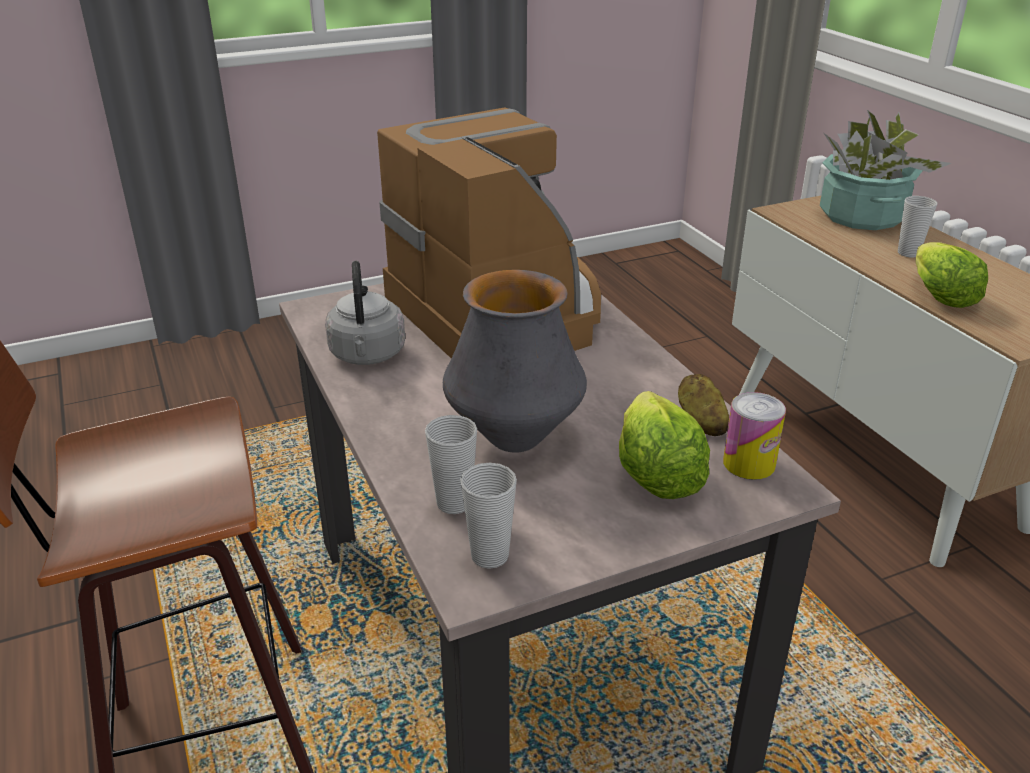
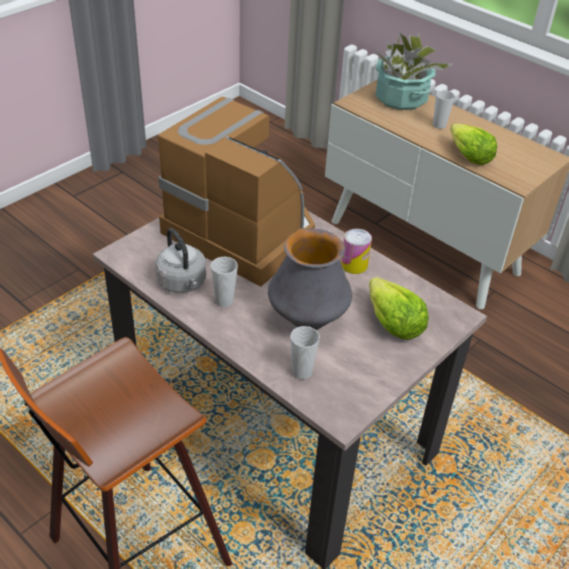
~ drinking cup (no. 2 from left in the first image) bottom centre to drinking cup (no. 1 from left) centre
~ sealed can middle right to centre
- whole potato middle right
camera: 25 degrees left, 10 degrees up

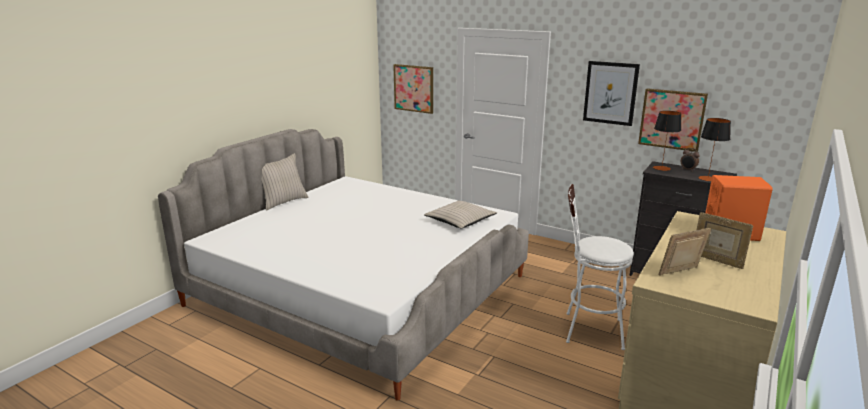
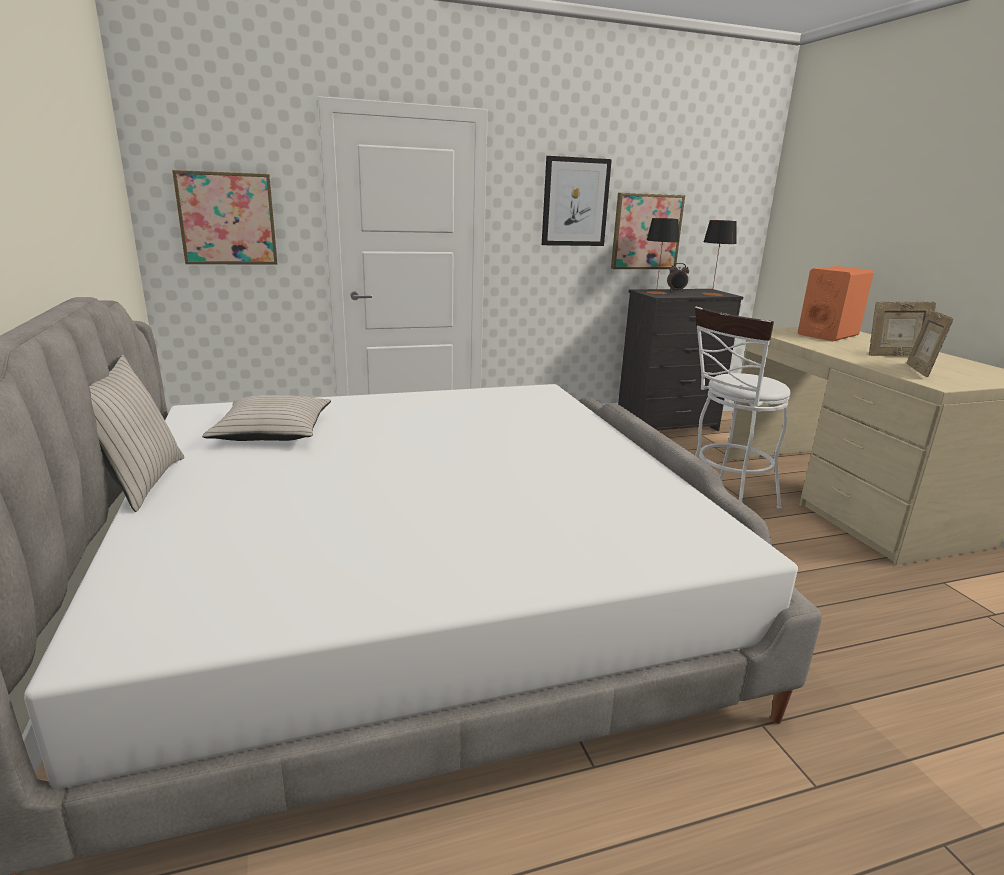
~ beige-coloured pillow (no. 2 from left) centre to middle left
camera: 50 degrees left, 0 degrees up

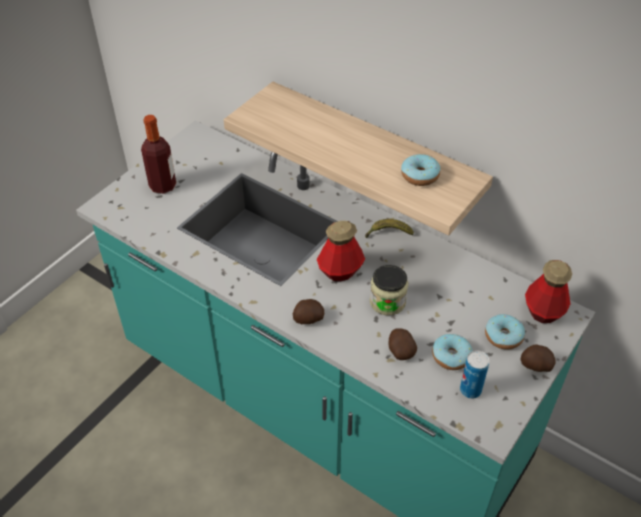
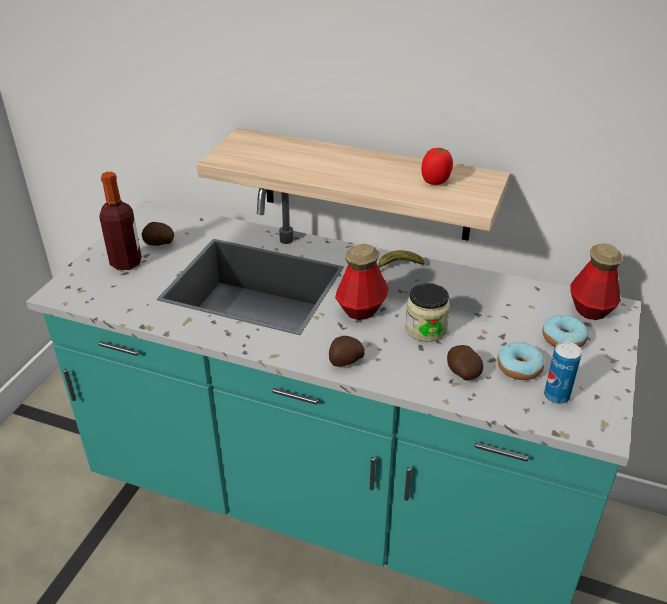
~ whole potato (no. 3 from left in the first image) bottom right to whole potato (no. 1 from left) middle left
~ donut (no. 1 from left) top centre to whole tomato top centre
camera: 15 degrees left, 10 degrees down

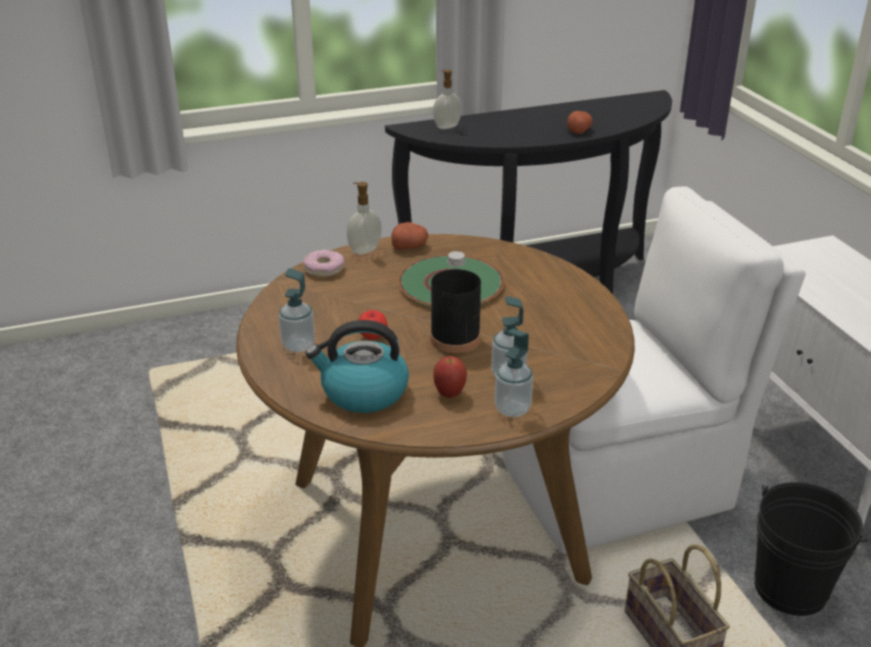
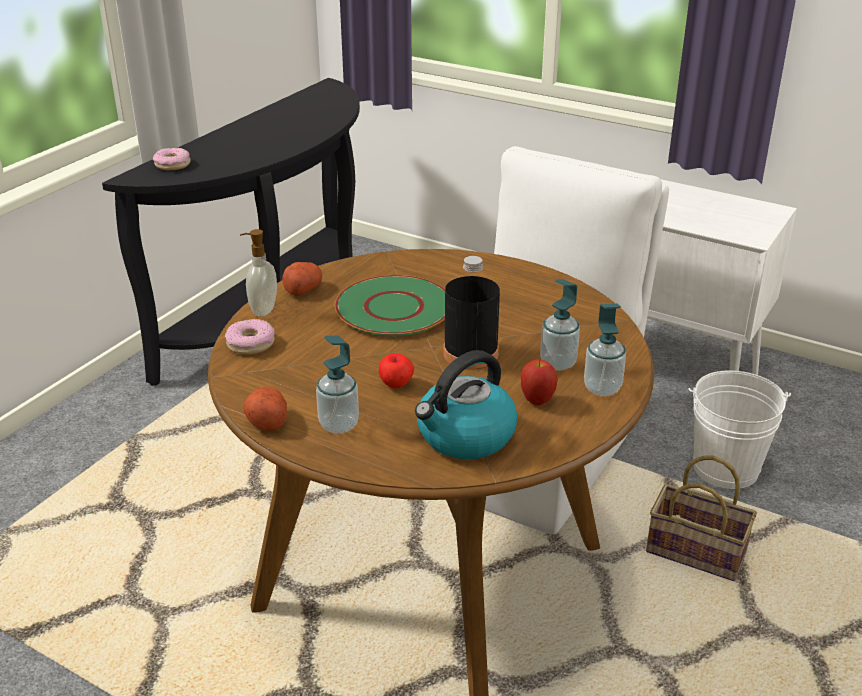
~ soap bottle (no. 3 from left) top centre to donut (no. 1 from left) top left
~ whole potato (no. 2 from left in the first image) top centre to whole potato (no. 1 from left) middle left
~ blackish water bucket bottom right to white-coloured water bucket middle right
camera: 40 degrees left, 0 degrees up

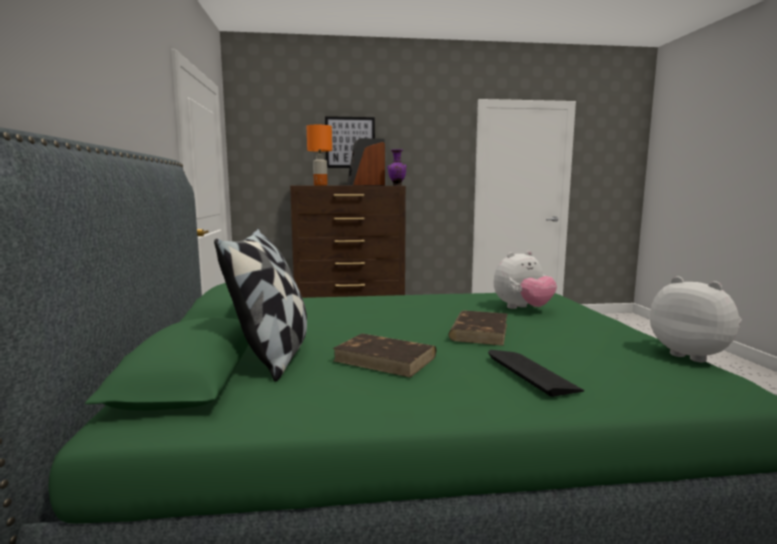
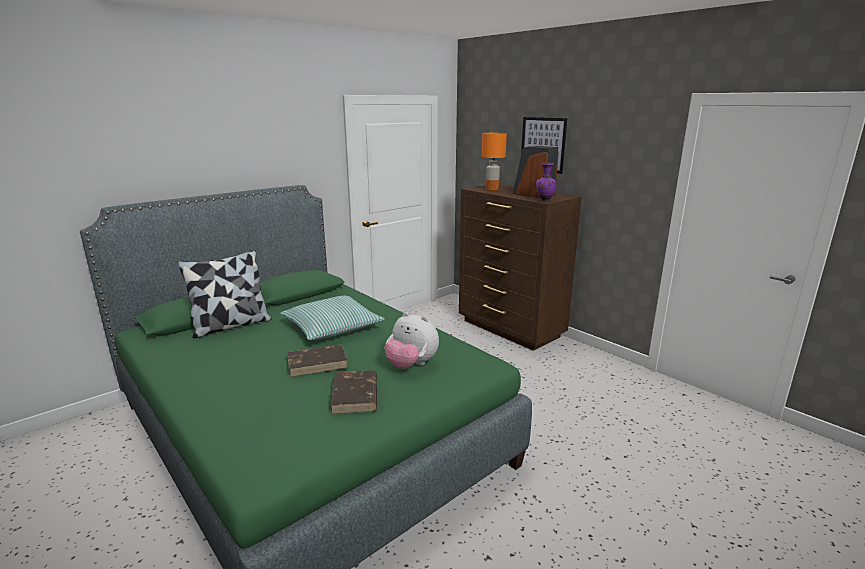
+ pillow (no. 2 from left) centre
~ brown volume (no. 1 from left in the first image) centre to brown volume (no. 2 from left) bottom centre
- keyboard bottom right
- soft toy (no. 2 from left) middle right
camera: 55 degrees right, 10 degrees up

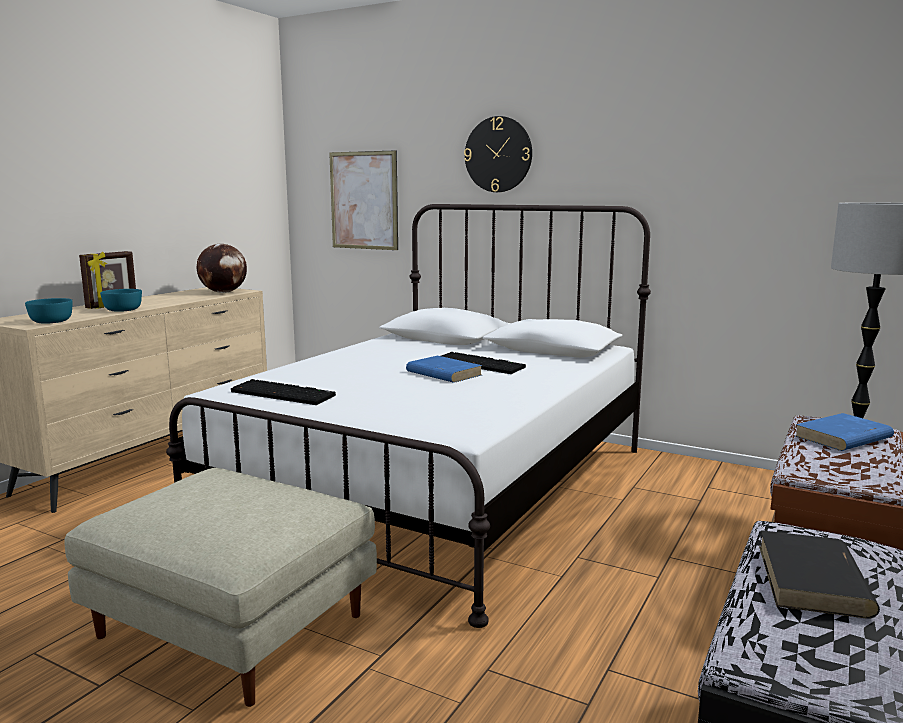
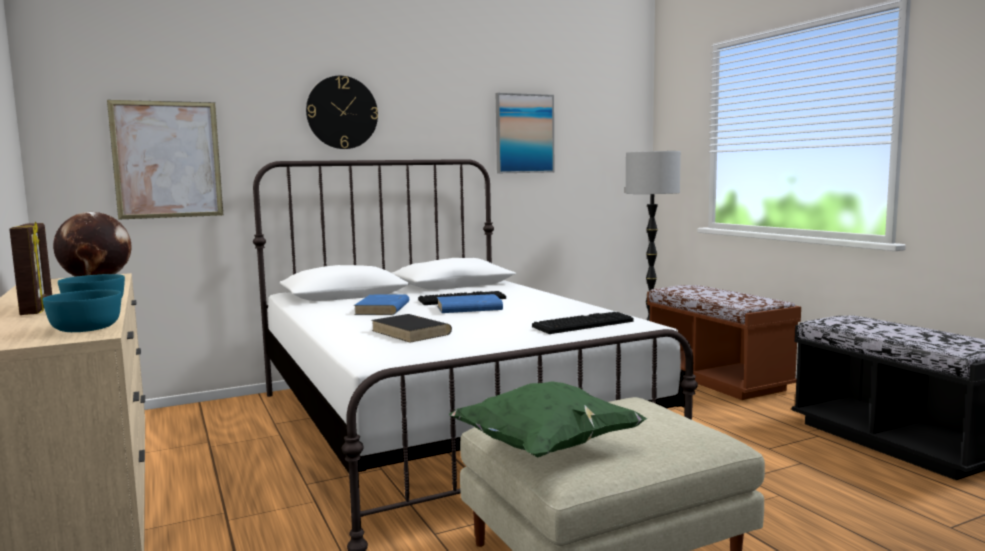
~ bluish volume (no. 2 from left in the first image) middle right to bluish volume (no. 1 from left) centre
~ blackish volume bottom right to centre
+ green pillow bottom centre
+ wall picture (no. 2 from left) top centre
~ keyboard (no. 1 from left in the first image) middle left to keyboard (no. 2 from left) centre
camera: 55 degrees left, 5 degrees down

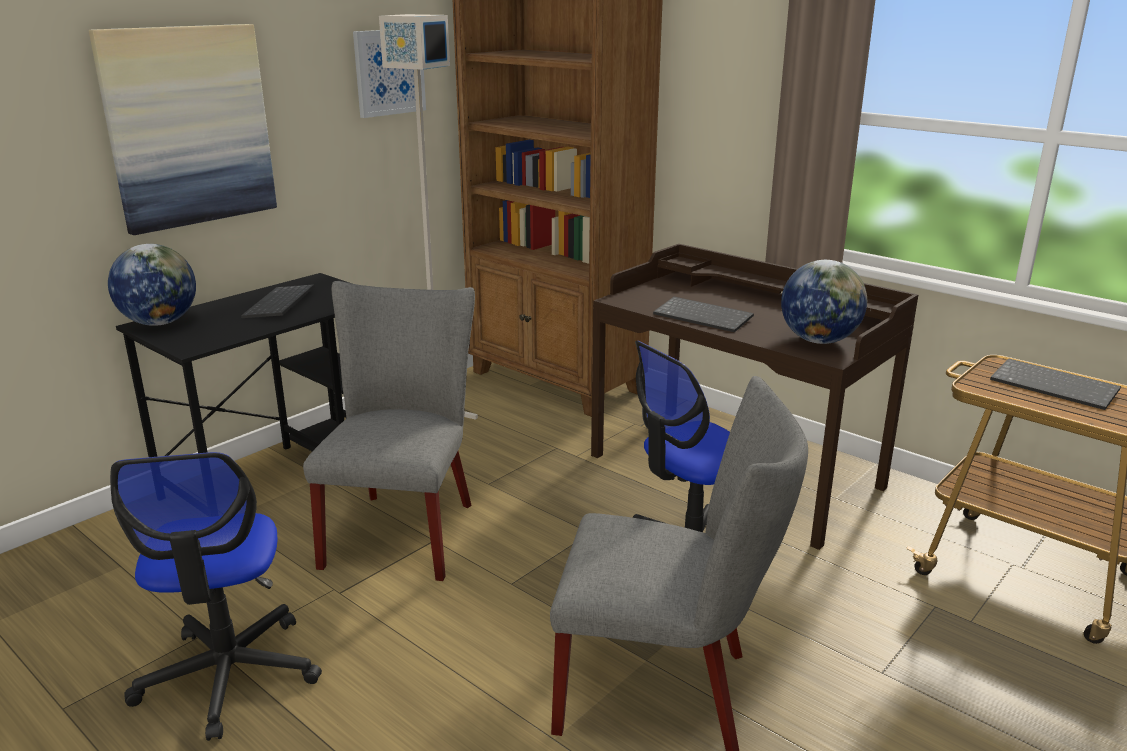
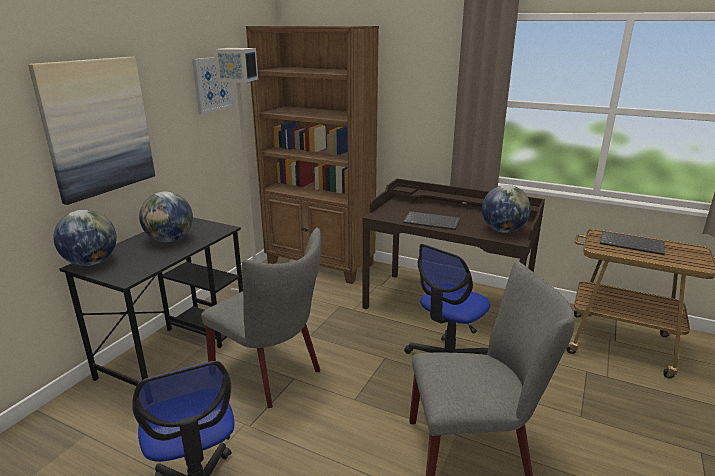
~ keyboard (no. 1 from left) middle left to world globe (no. 2 from left) middle left
~ grey upright chair (no. 1 from left) centre = bottom centre 135 degrees clockwise
camera: 15 degrees left, 0 degrees up

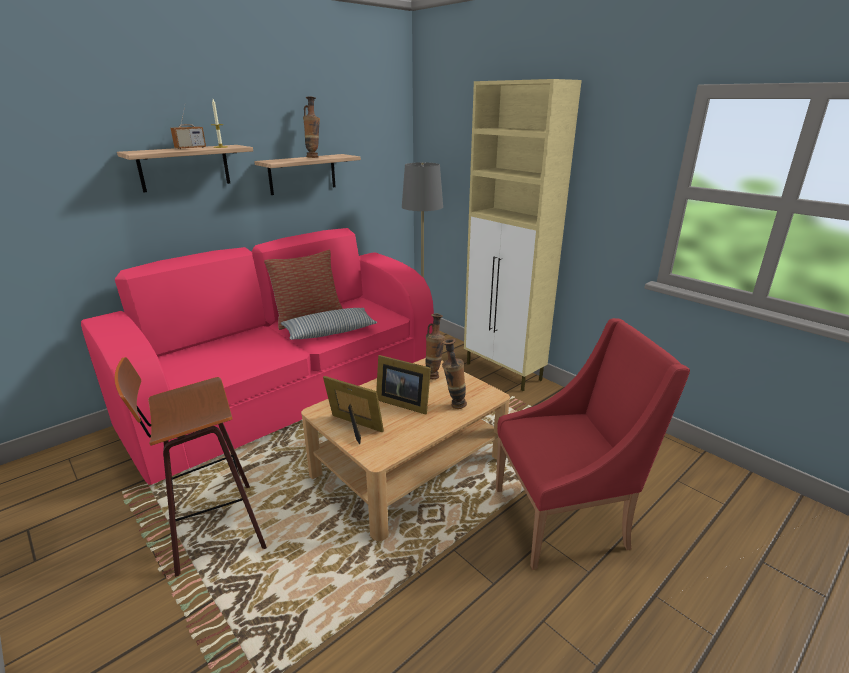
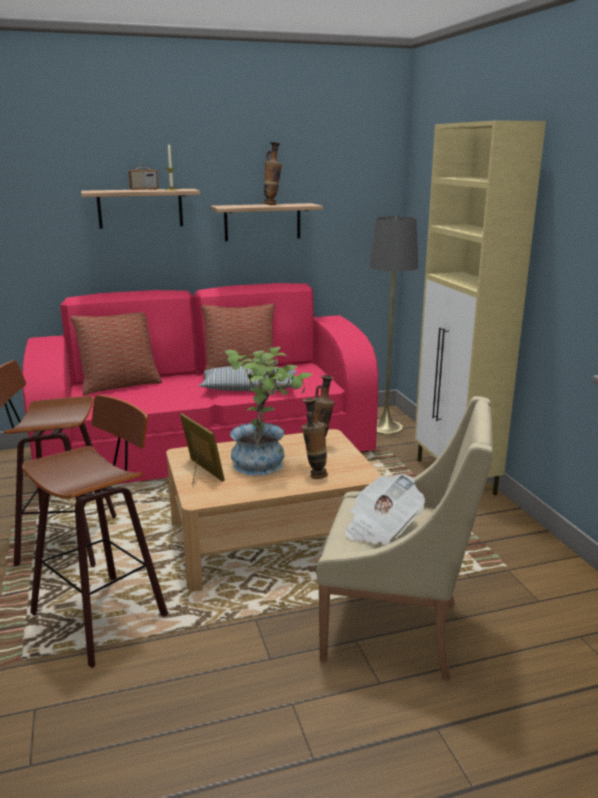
+ stool (no. 2 from left) middle left
+ pillow (no. 1 from left) middle left
~ standing frame (no. 2 from left) centre to plant in a pot centre
~ red-coloured easy chair middle right to beige-coloured easy chair bottom right
+ printed paper centre
camera: 25 degrees right, 5 degrees down

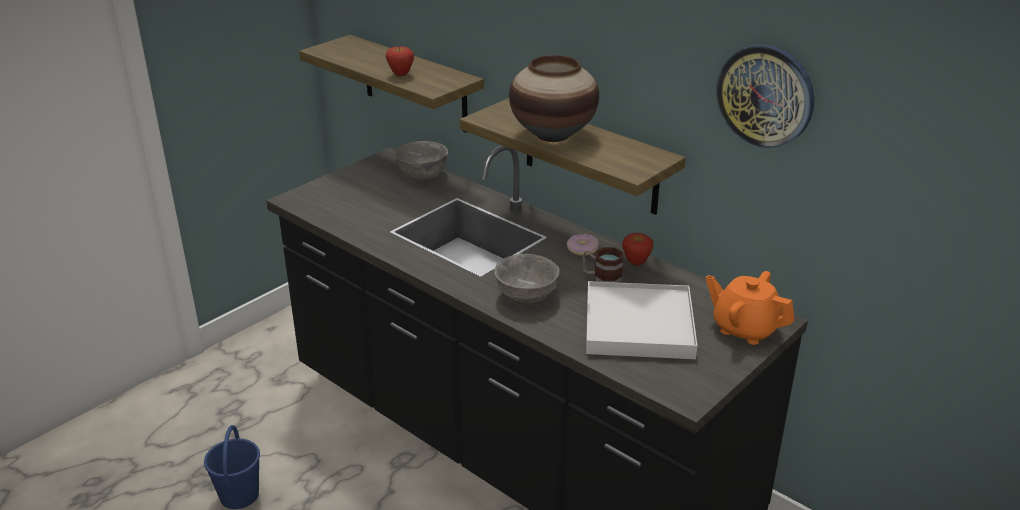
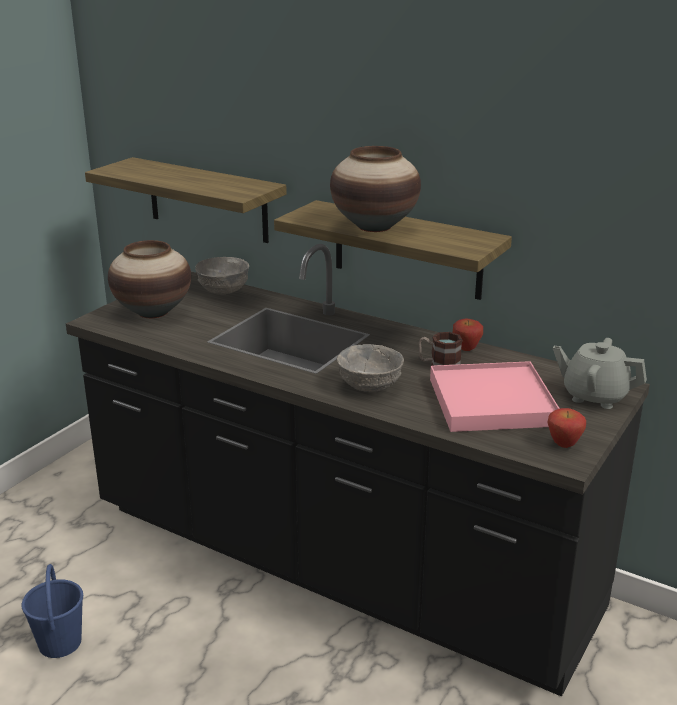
+ vase (no. 1 from left) middle left
~ white-coloured tray centre to pinkish tray middle right
~ apple (no. 1 from left in the first image) top centre to apple (no. 2 from left) middle right
~ orange pot for tea middle right to grey pot for tea middle right
- donut centre
- hanging clock top right
camera: 10 degrees left, 5 degrees down

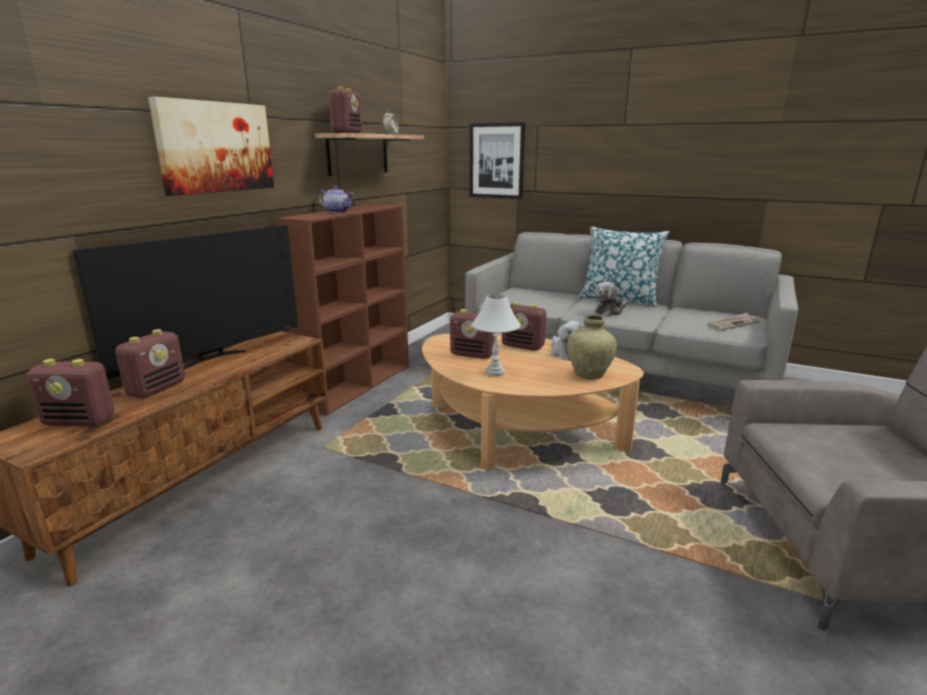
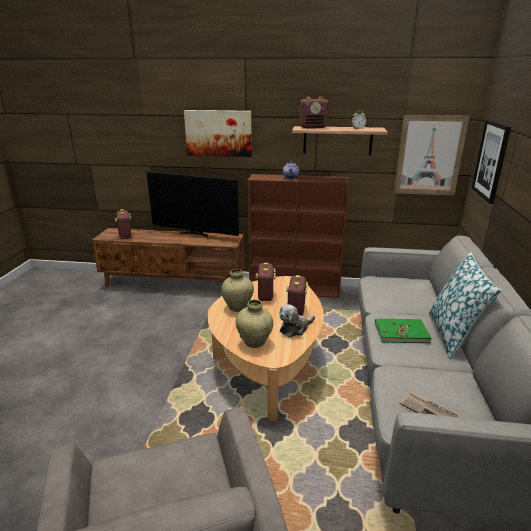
~ white-coloured tabletop lamp centre to beige-coloured vase (no. 1 from left) centre
~ soft toy (no. 2 from left) centre to green volume middle right
+ wall picture (no. 2 from left) top right
- radio (no. 2 from left) middle left
camera: 70 degrees right, 5 degrees up

